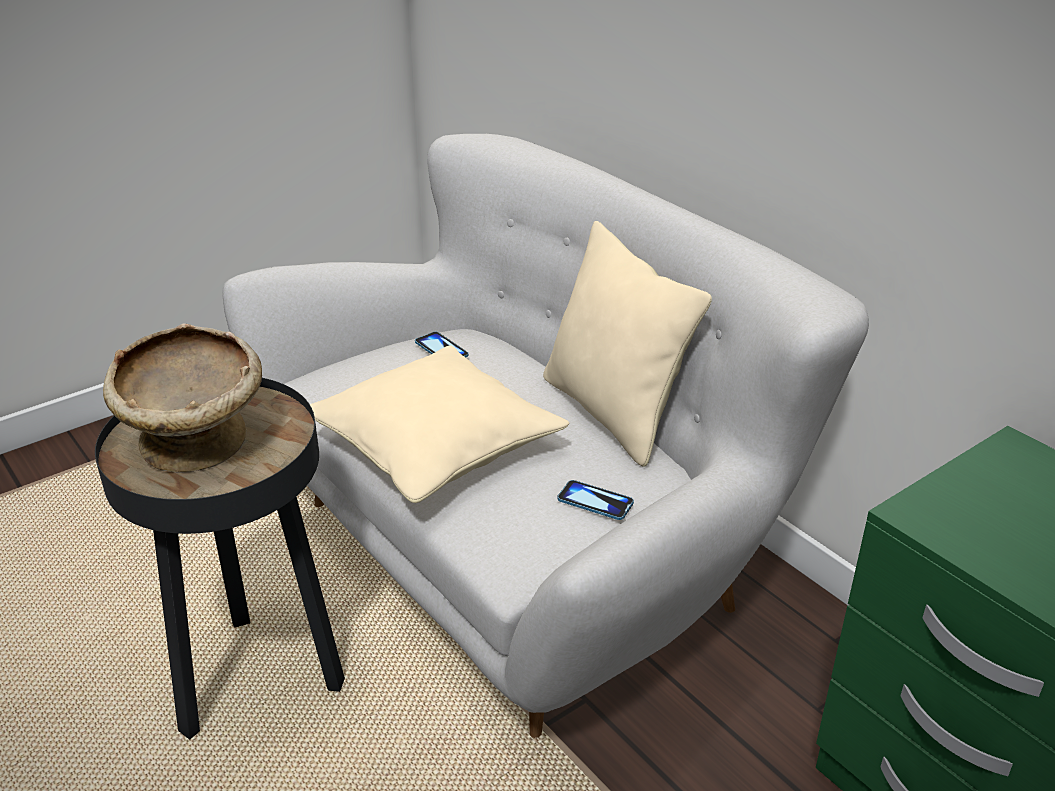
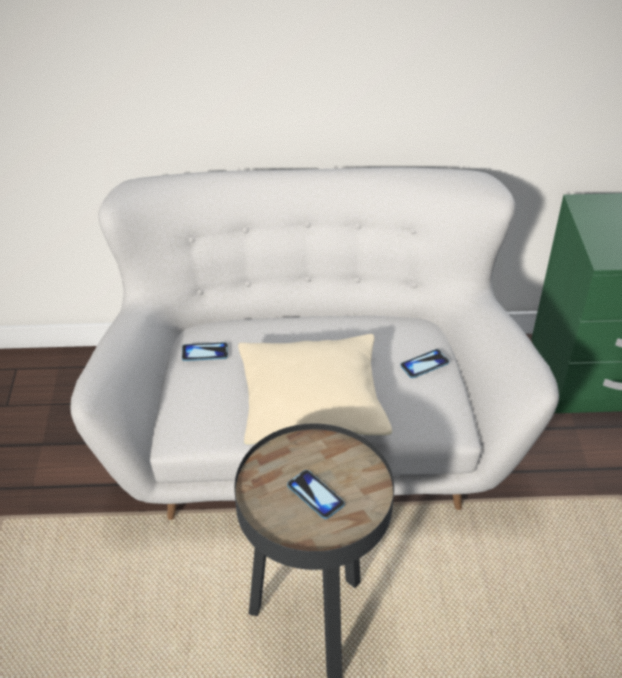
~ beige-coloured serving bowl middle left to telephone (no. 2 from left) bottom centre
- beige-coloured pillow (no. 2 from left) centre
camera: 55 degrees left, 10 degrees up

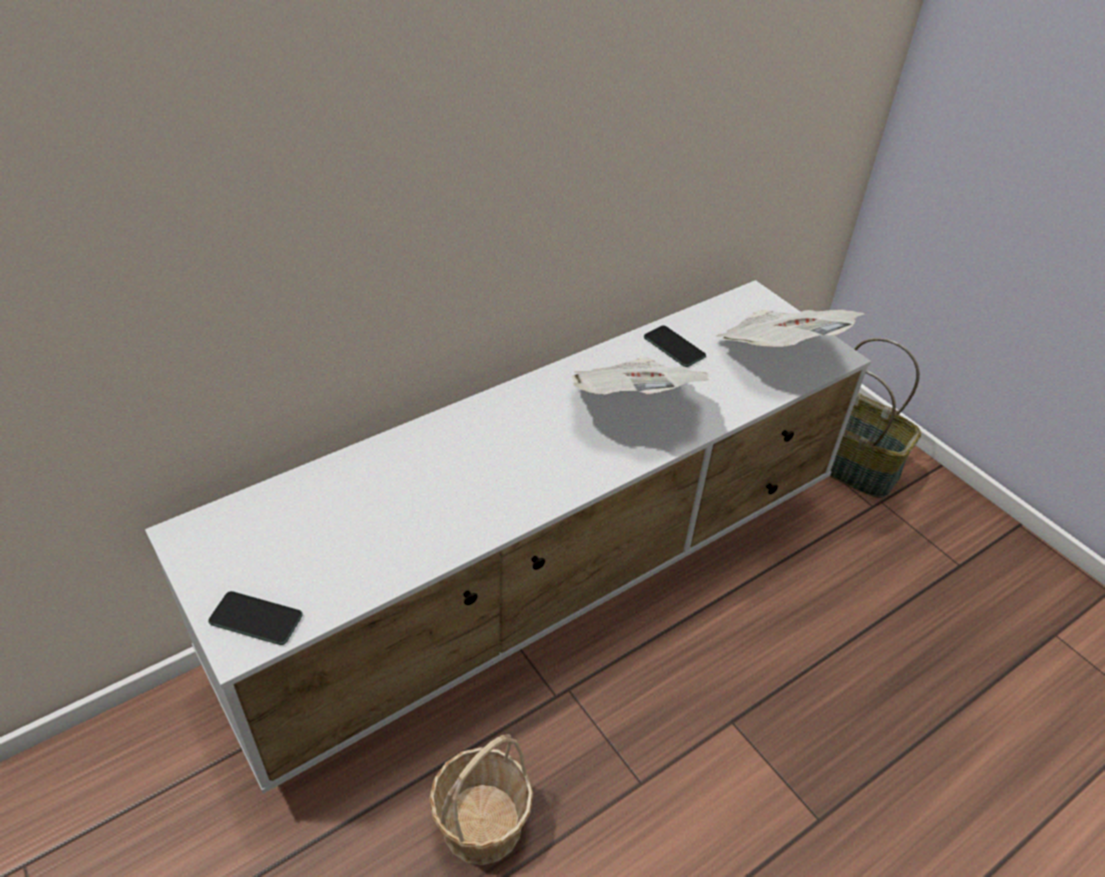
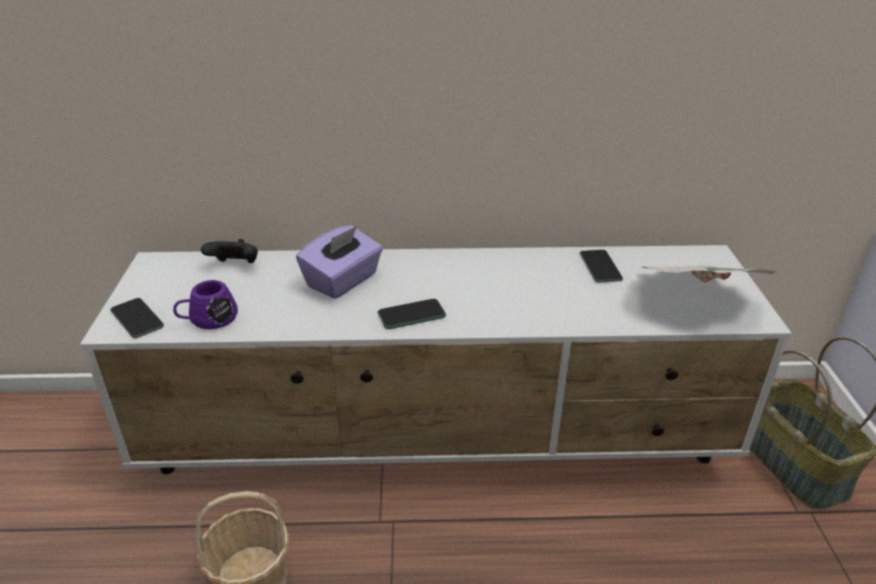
+ purplish coffee mug middle left
+ blackish game controller middle left
+ purplish tissue holder centre
+ telephone (no. 2 from left) centre
- printed paper (no. 1 from left) centre
camera: 35 degrees right, 10 degrees down

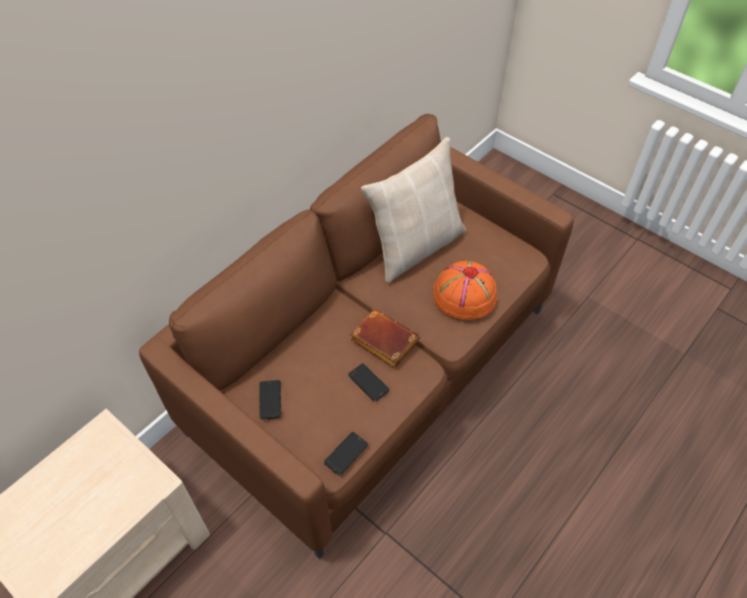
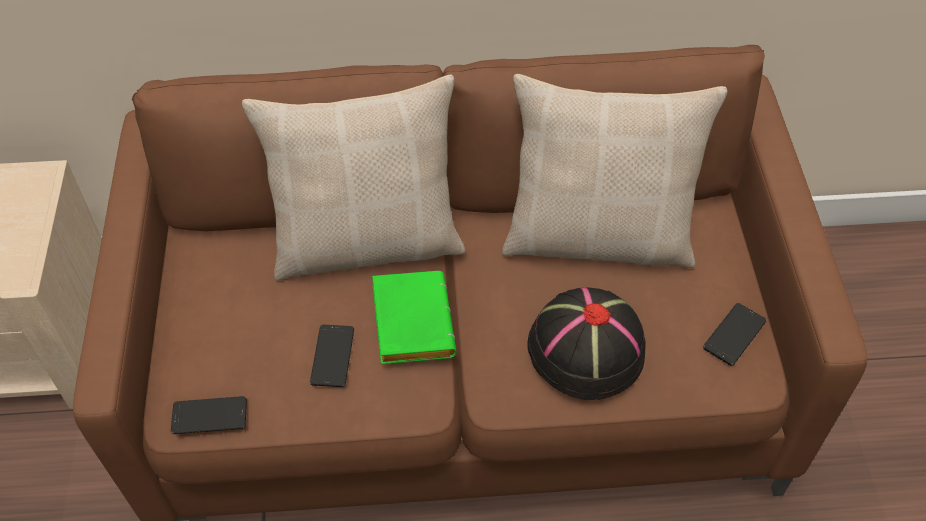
+ beige-coloured pillow (no. 1 from left) centre
~ brown volume centre to green volume centre
~ orange hat centre to blackish hat centre
~ telephone (no. 1 from left in the first image) bottom centre to telephone (no. 3 from left) middle right
camera: 45 degrees right, 0 degrees up

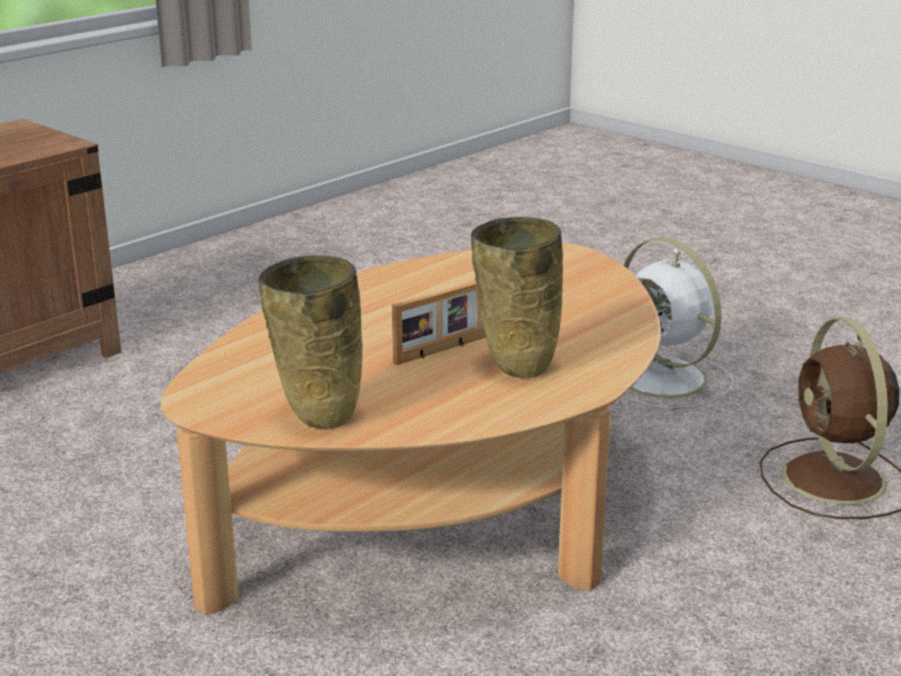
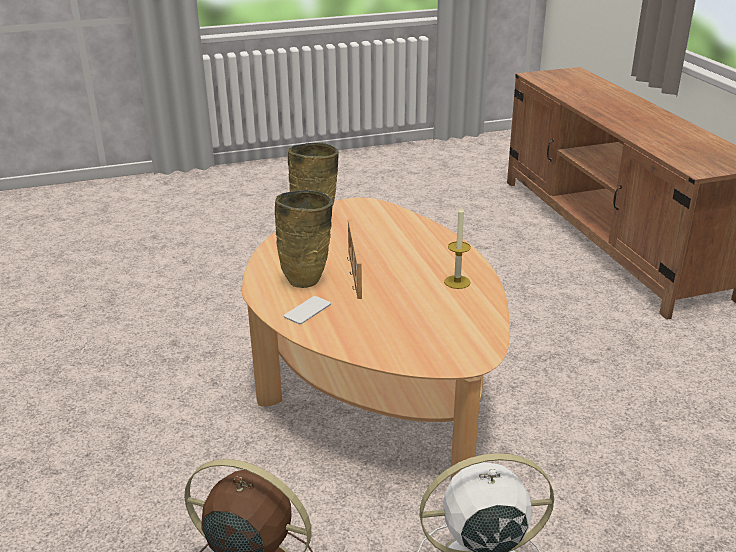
+ telephone centre
+ wax light centre
camera: 120 degrees right, 5 degrees up

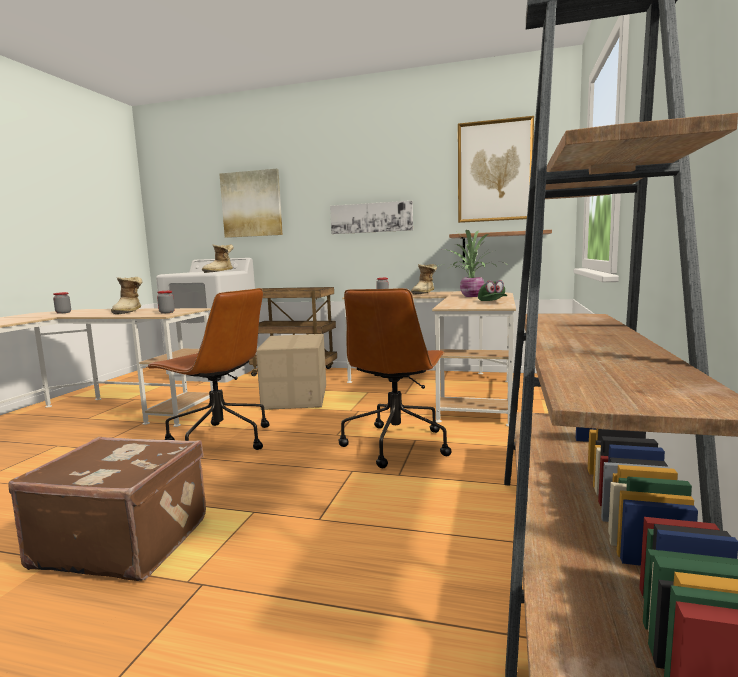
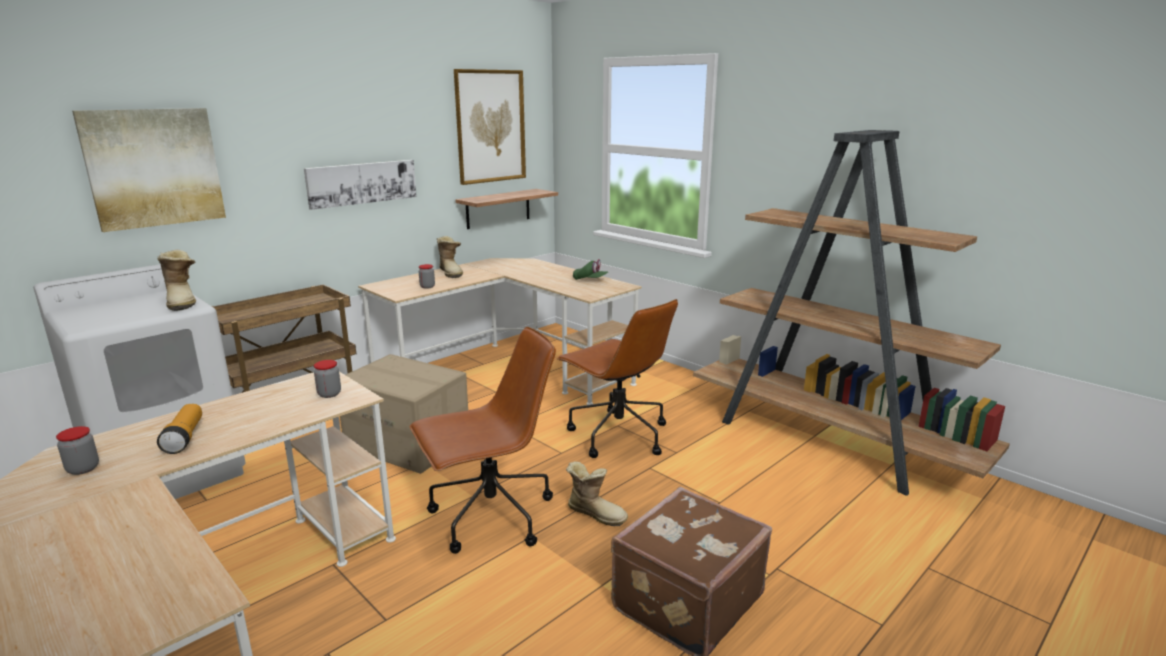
+ torch middle left
~ high-top boot (no. 1 from left in the first image) middle left to high-top boot (no. 3 from left) bottom centre
- plant in a pot centre
camera: 60 degrees left, 10 degrees up

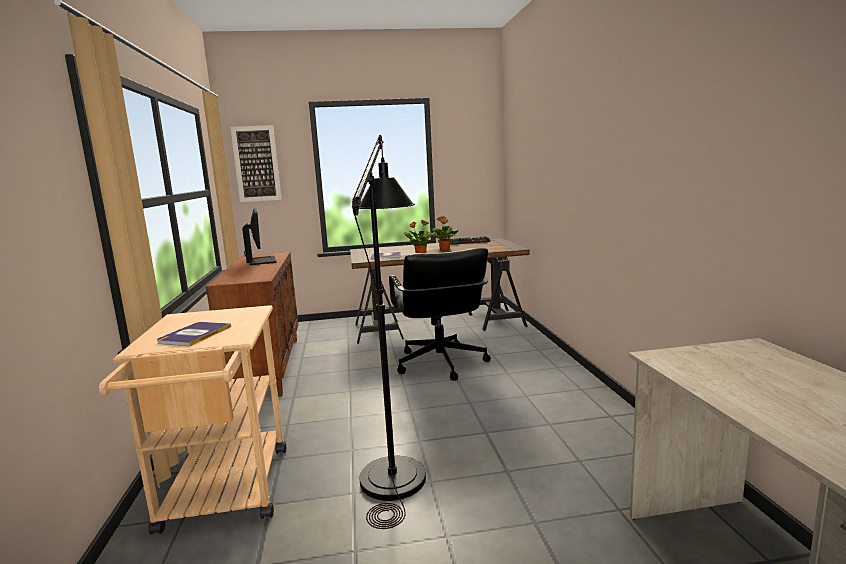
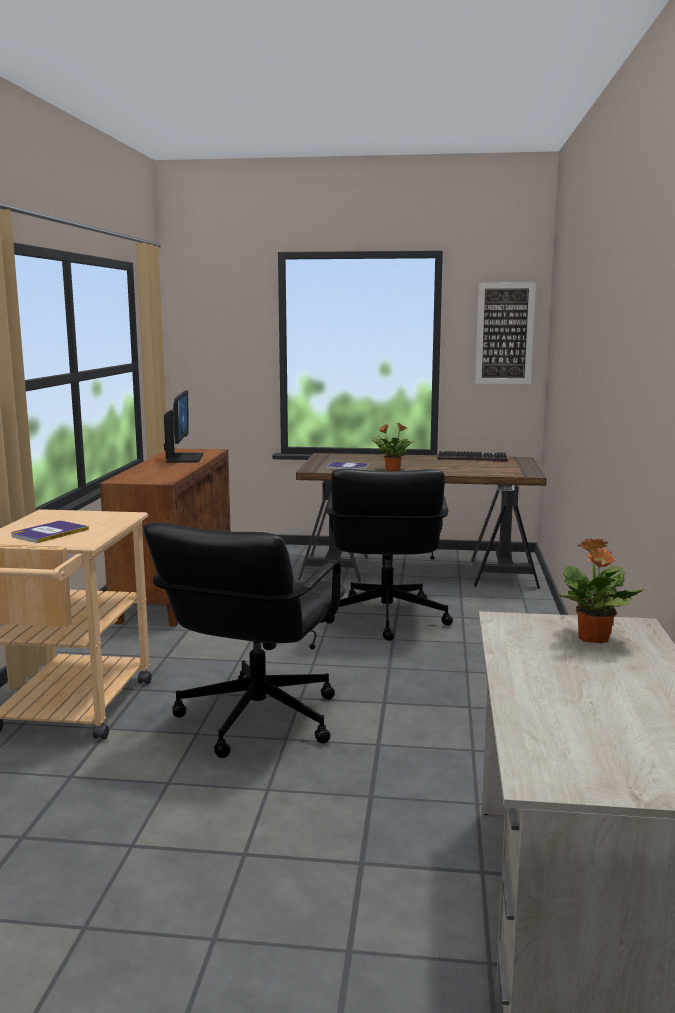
~ blackish standard lamp centre to blackish computer chair (no. 1 from left) centre
~ wall picture top left to top right
~ plant in a pot (no. 2 from left) centre to middle right
camera: 15 degrees right, 0 degrees up

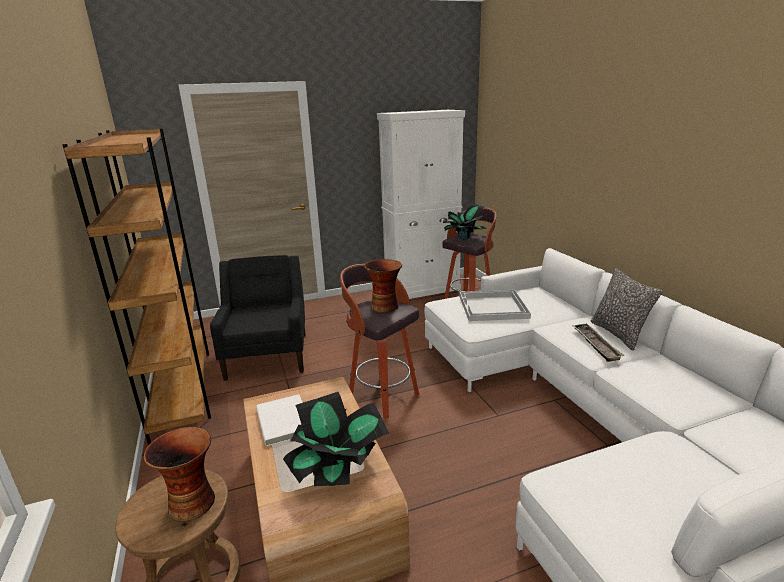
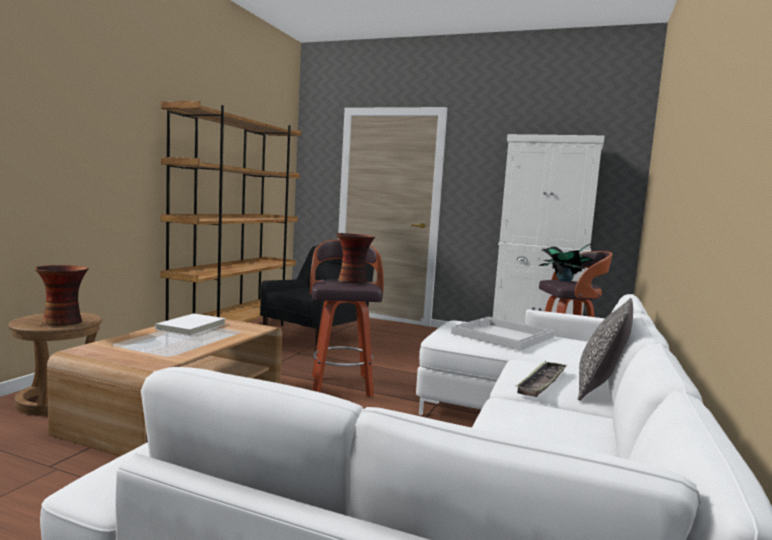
- plant in a pot (no. 1 from left) bottom centre
camera: 40 degrees right, 15 degrees down

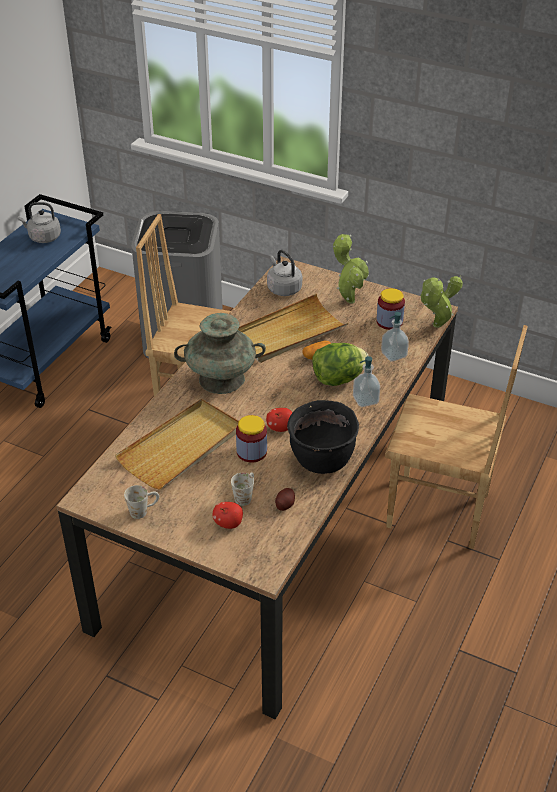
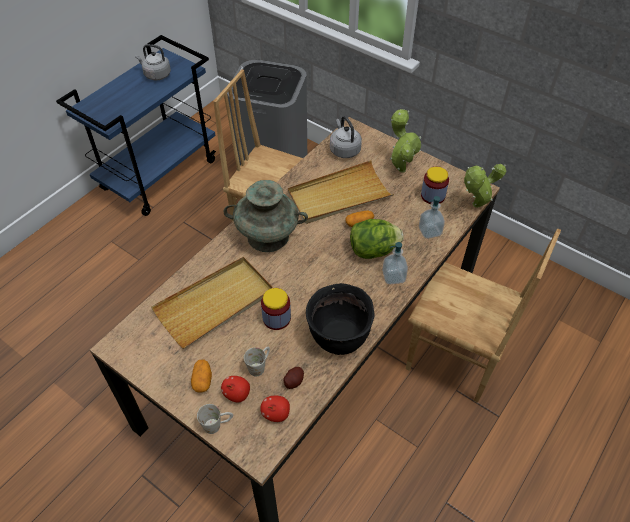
+ whole potato (no. 1 from left) bottom left
~ white-coloured coffee mug (no. 1 from left) middle left to bottom centre
~ apple (no. 2 from left) centre to bottom centre
camera: 10 degrees right, 10 degrees up

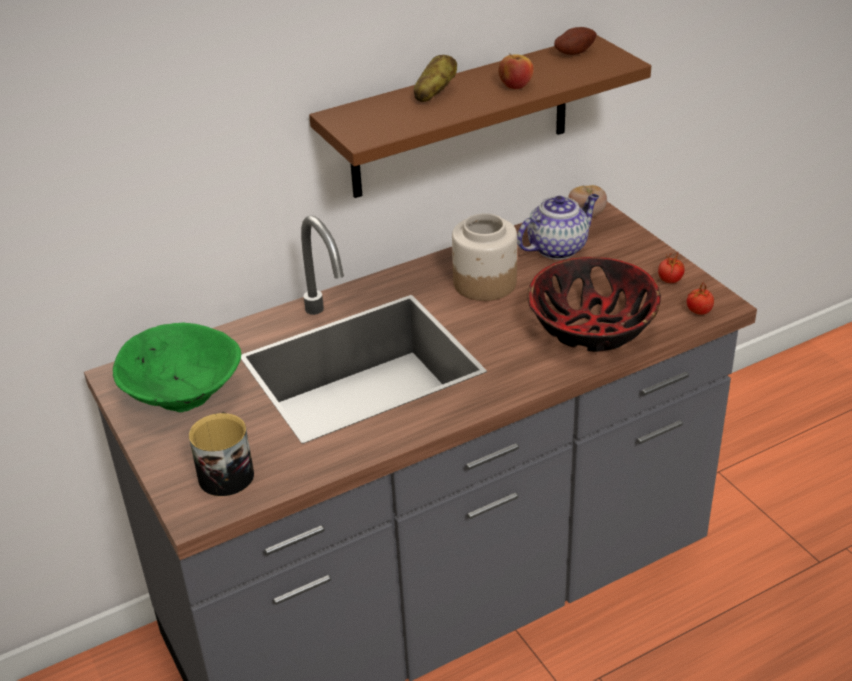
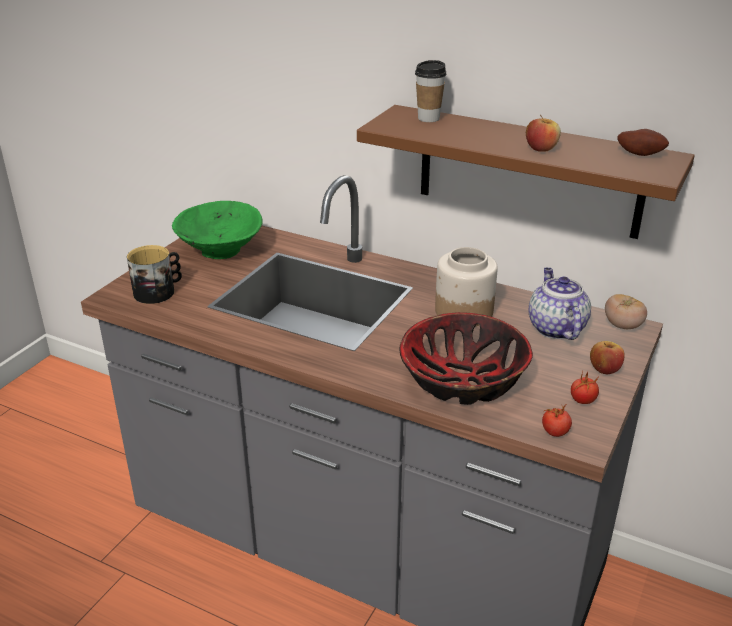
+ drinking cup top centre
~ pot for tea centre = middle right 120 degrees counterclockwise
+ apple (no. 2 from left) middle right
- whole potato (no. 1 from left) top centre
camera: 55 degrees right, 5 degrees down

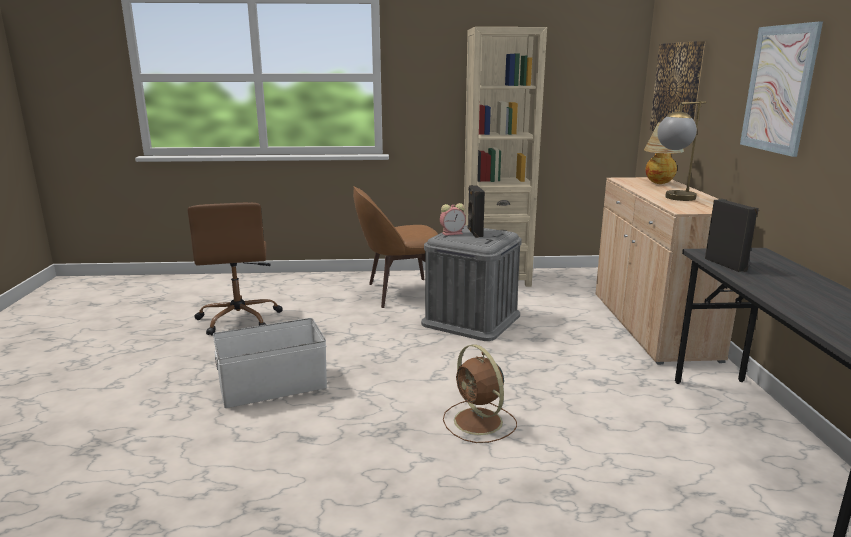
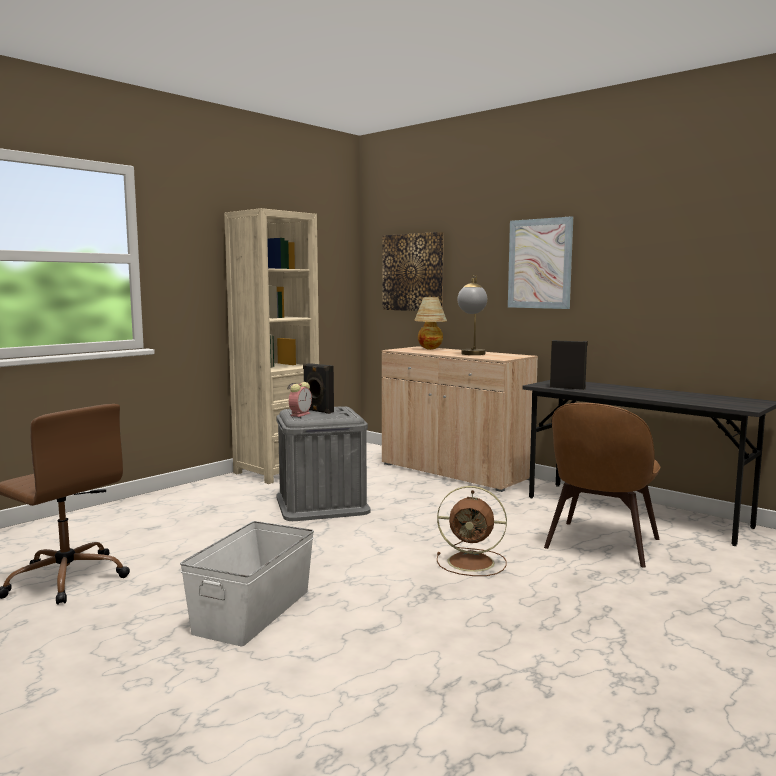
~ brown upright chair centre to middle right
camera: 45 degrees left, 10 degrees down

